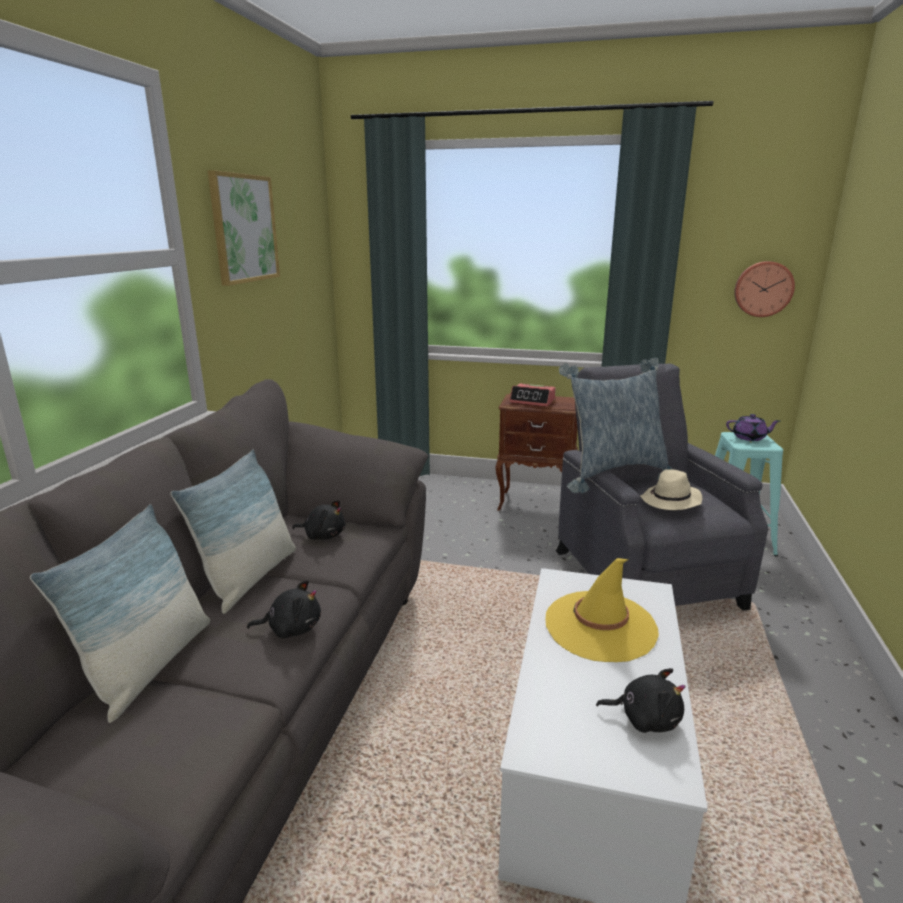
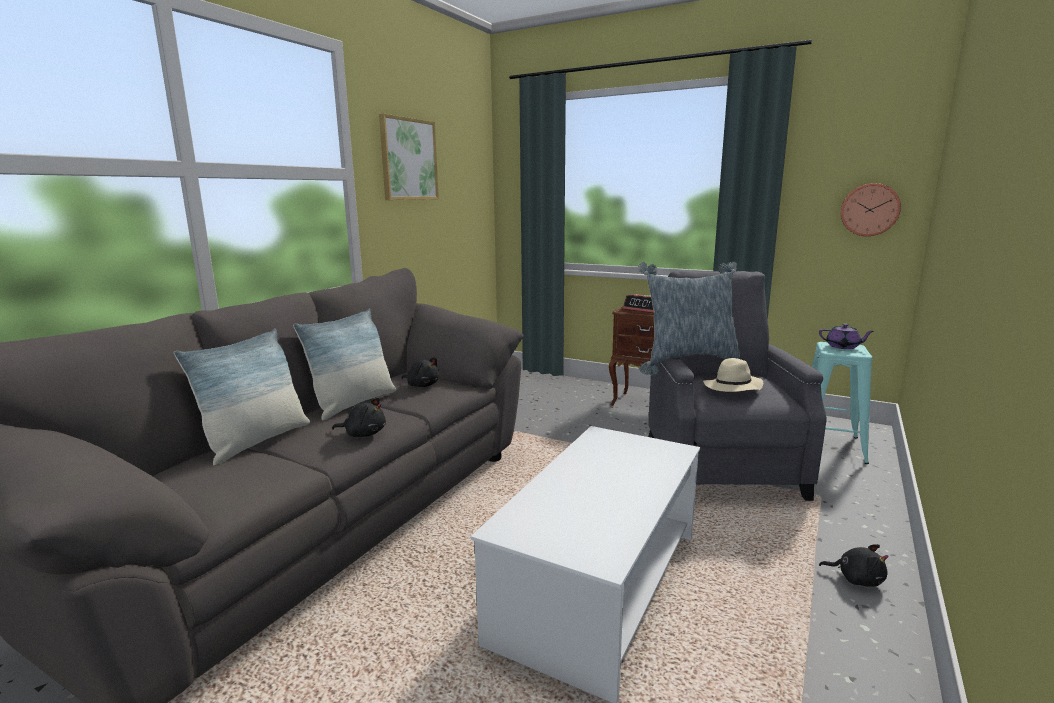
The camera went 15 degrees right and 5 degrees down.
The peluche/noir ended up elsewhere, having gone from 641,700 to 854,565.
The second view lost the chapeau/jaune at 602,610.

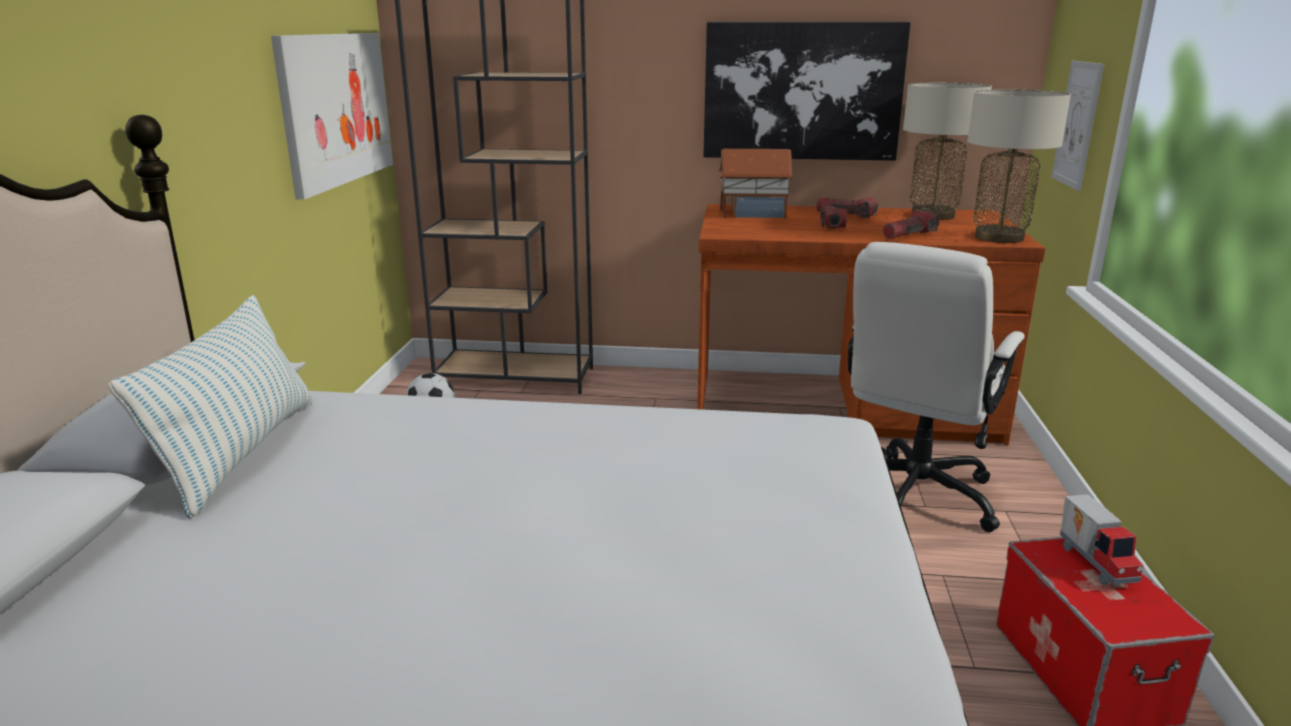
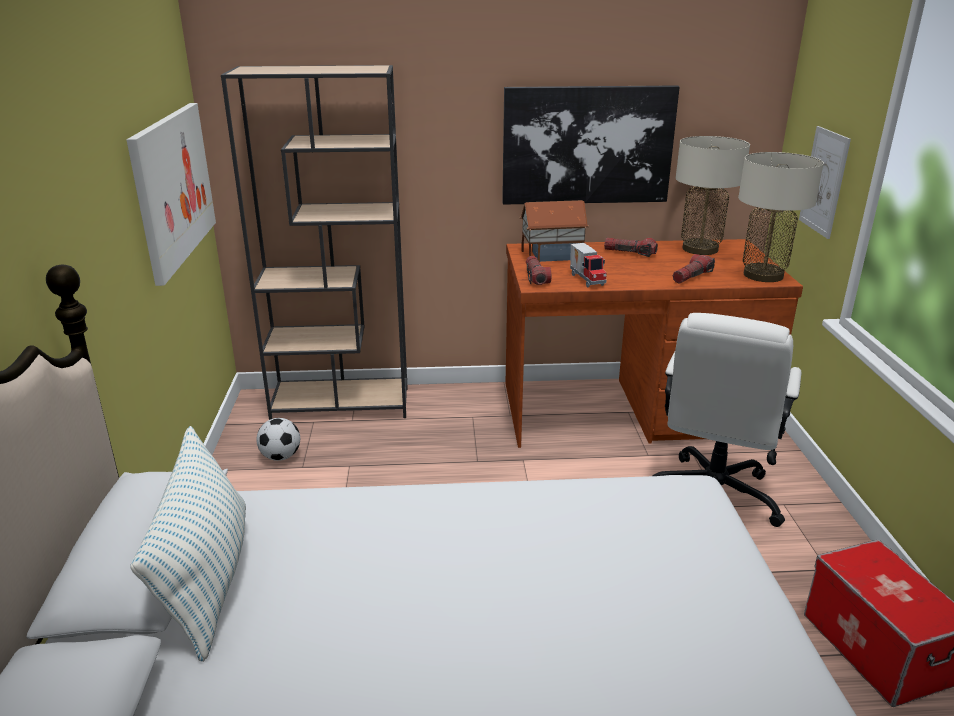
The camera went 10 degrees left and 5 degrees up.
The lampe de poche ended up elsewhere, having gone from 833,216 to 538,270.
The camion jouet ended up elsewhere, having gone from 1101,539 to 588,265.

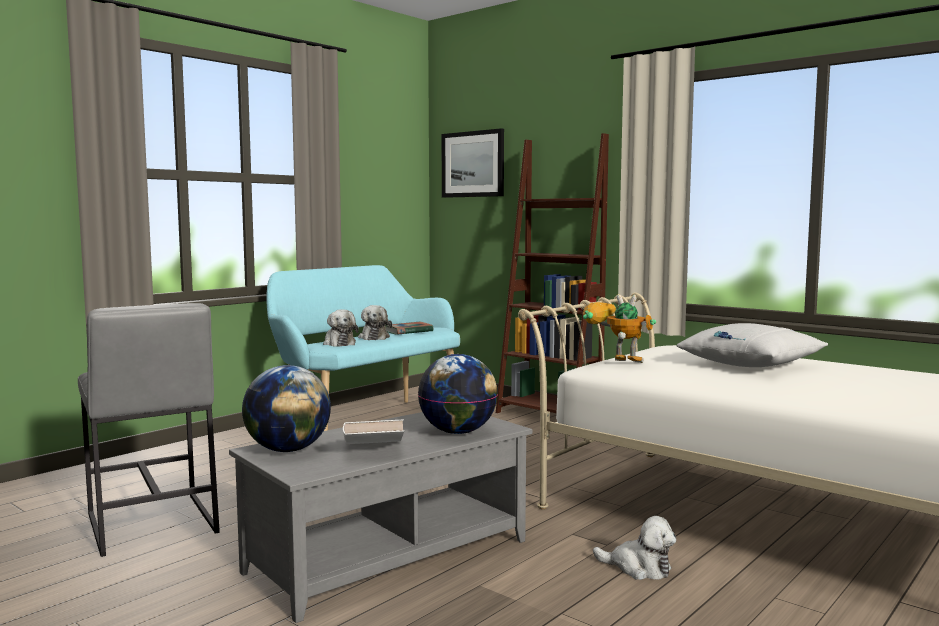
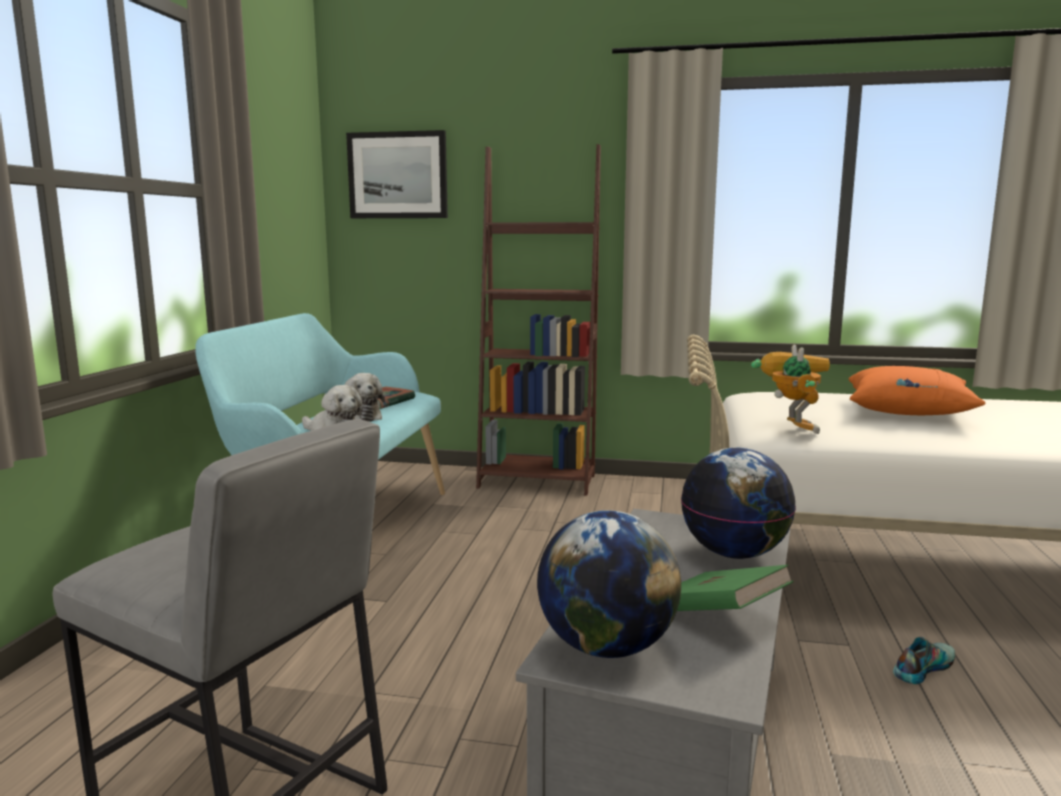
The camera went 30 degrees left and 5 degrees up.
What was the livre/blanc at 373,431 turned into the livre/vert at 735,588.
The robot jouet at 619,328 ended up facing another way, 90 degrees clockwise from before.
What was the coussin/gris at 752,345 turned into the coussin/orange at 917,390.
Where the peluche stood at 634,548, the chaussure came to stand at 924,660.

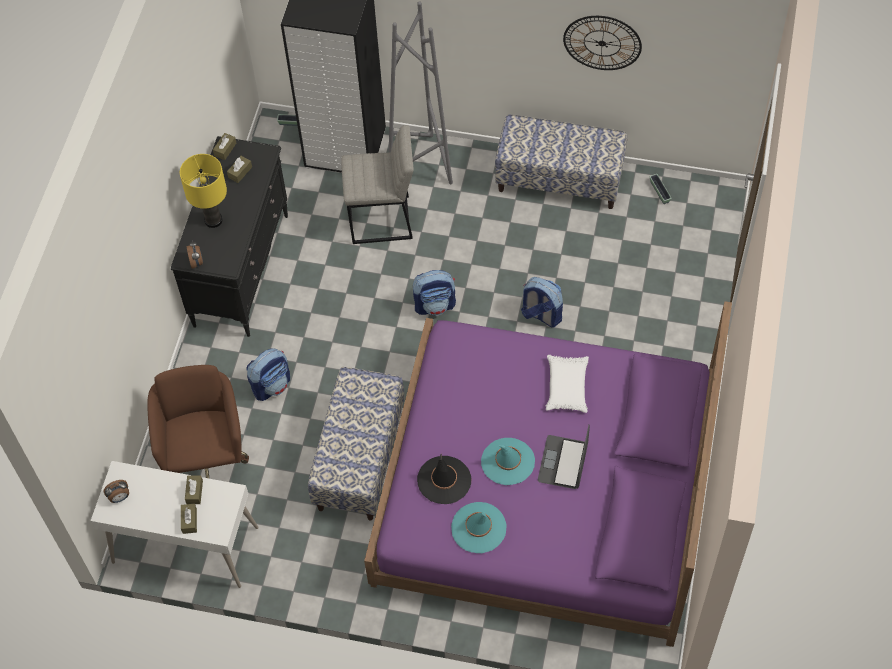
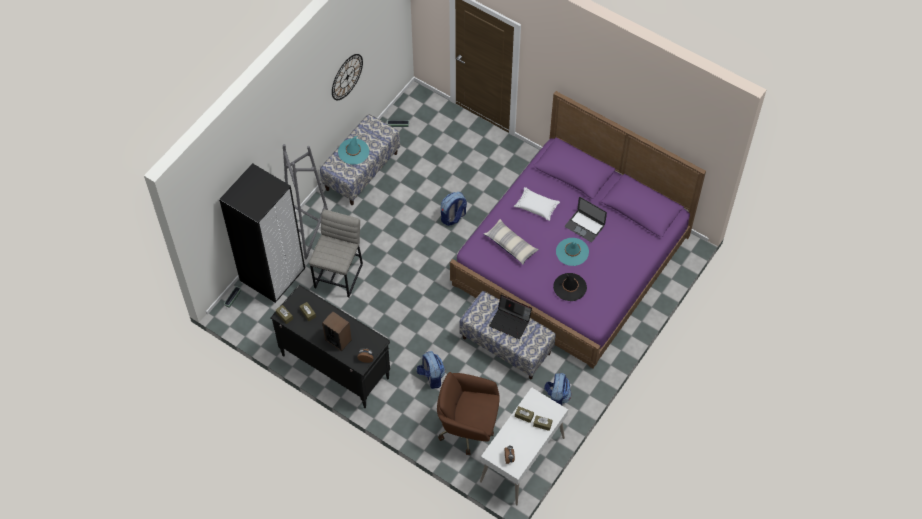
The camera went 70 degrees left and 0 degrees up.
Where the lampe de table/jaune stood at 203,191, the enceinte came to stand at 337,331.
The chapeau/turquoise ended up elsewhere, having gone from 478,527 to 353,150.
The second view gained the coussin at 511,242.
The second view gained the ordinateur portable at 510,317.
The sac à dos ended up elsewhere, having gone from 434,293 to 557,389.

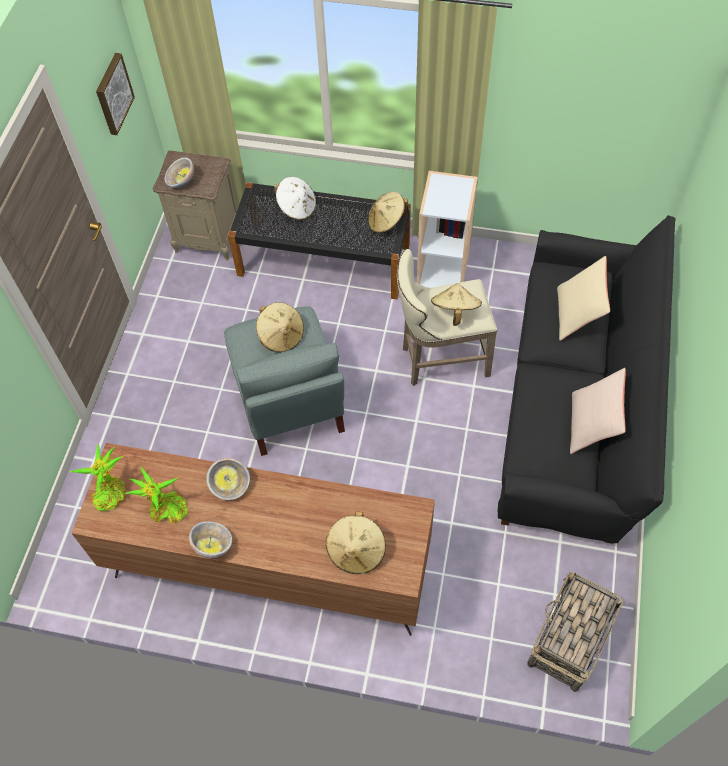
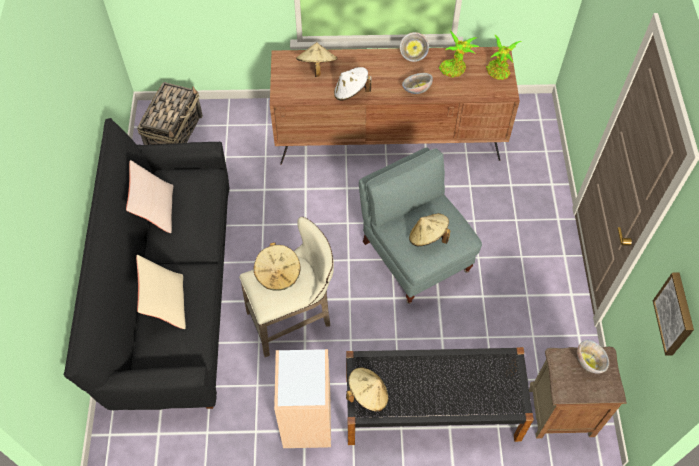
The camera went 165 degrees right and 0 degrees up.
The chapeau/blanc ended up elsewhere, having gone from 295,198 to 353,84.

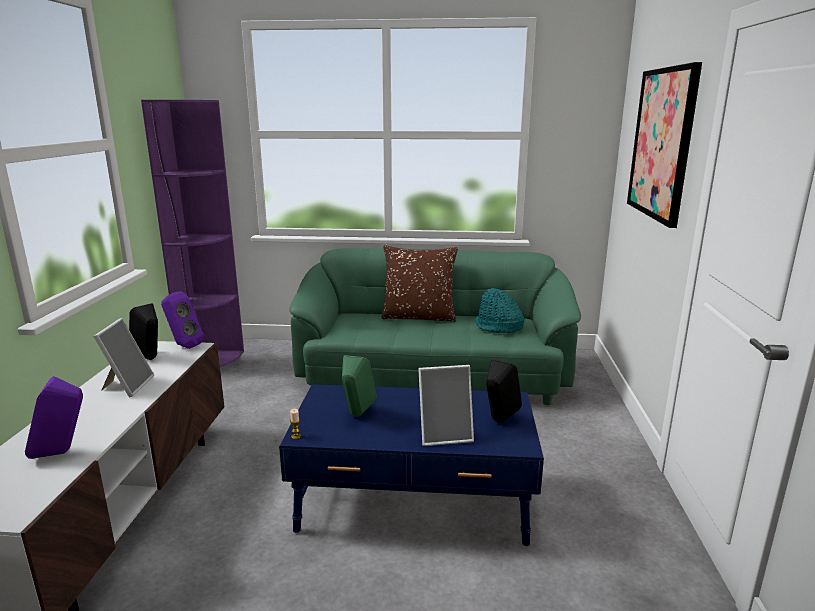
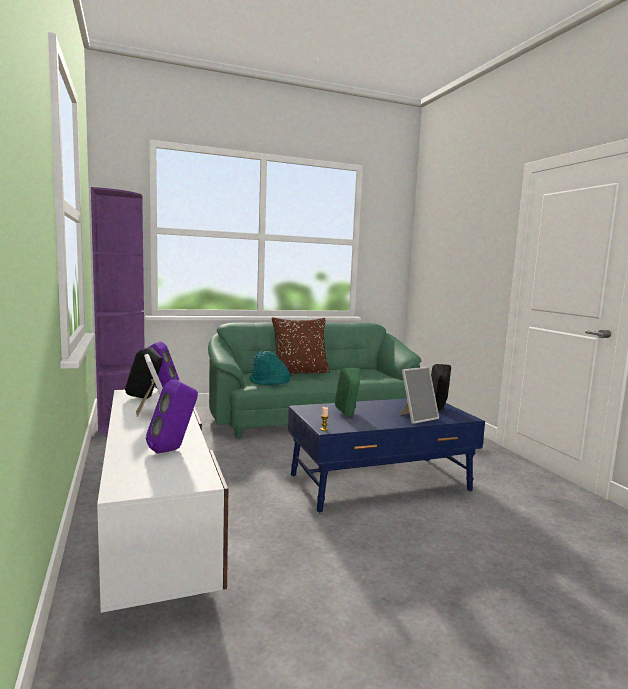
The camera went 25 degrees left and 10 degrees down.
The chapeau/turquoise ended up elsewhere, having gone from 499,310 to 269,368.
The second view lost the tableau at 664,145.

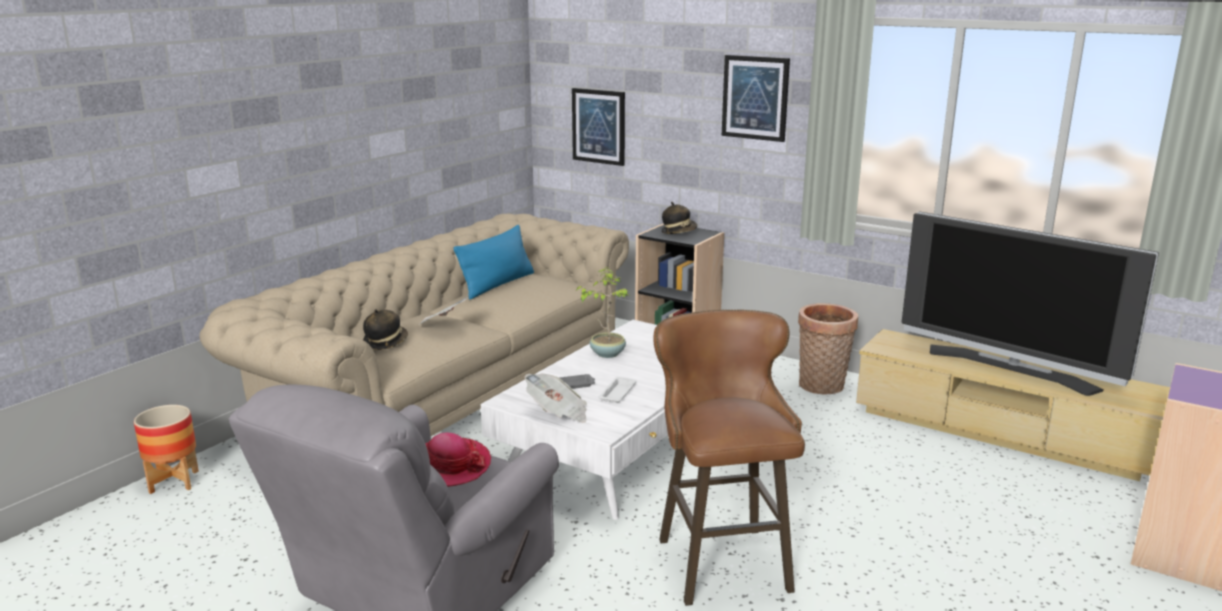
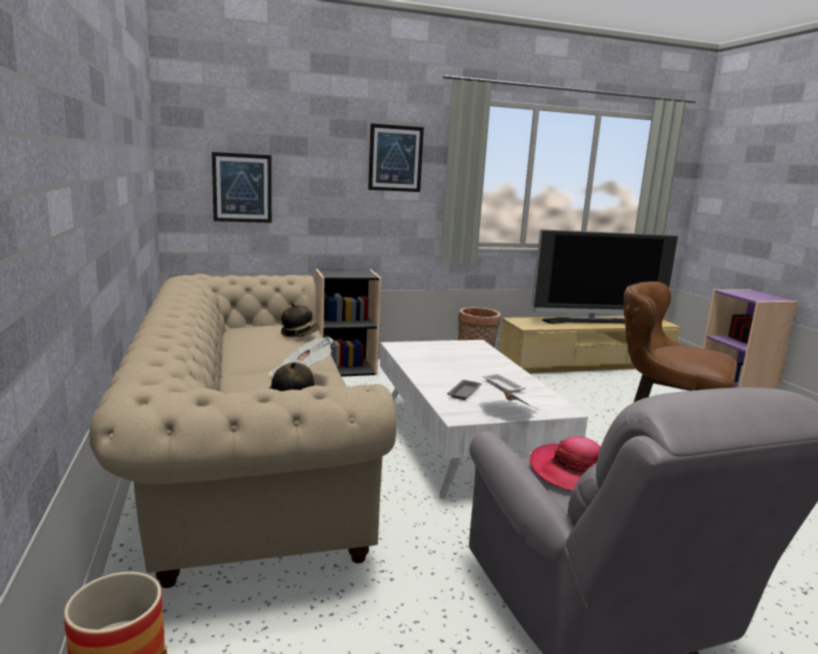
The camera went 50 degrees left and 5 degrees down.
The chapeau ended up elsewhere, having gone from 679,218 to 300,320.
The second view lost the coussin/bleu at 494,262.
The second view lost the plante en pot at 603,312.

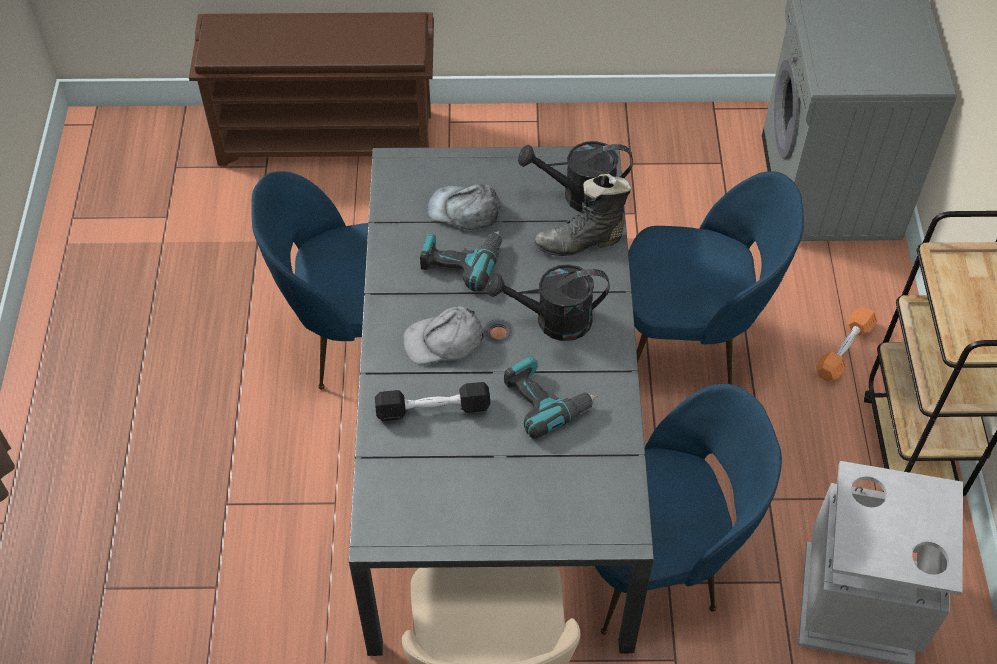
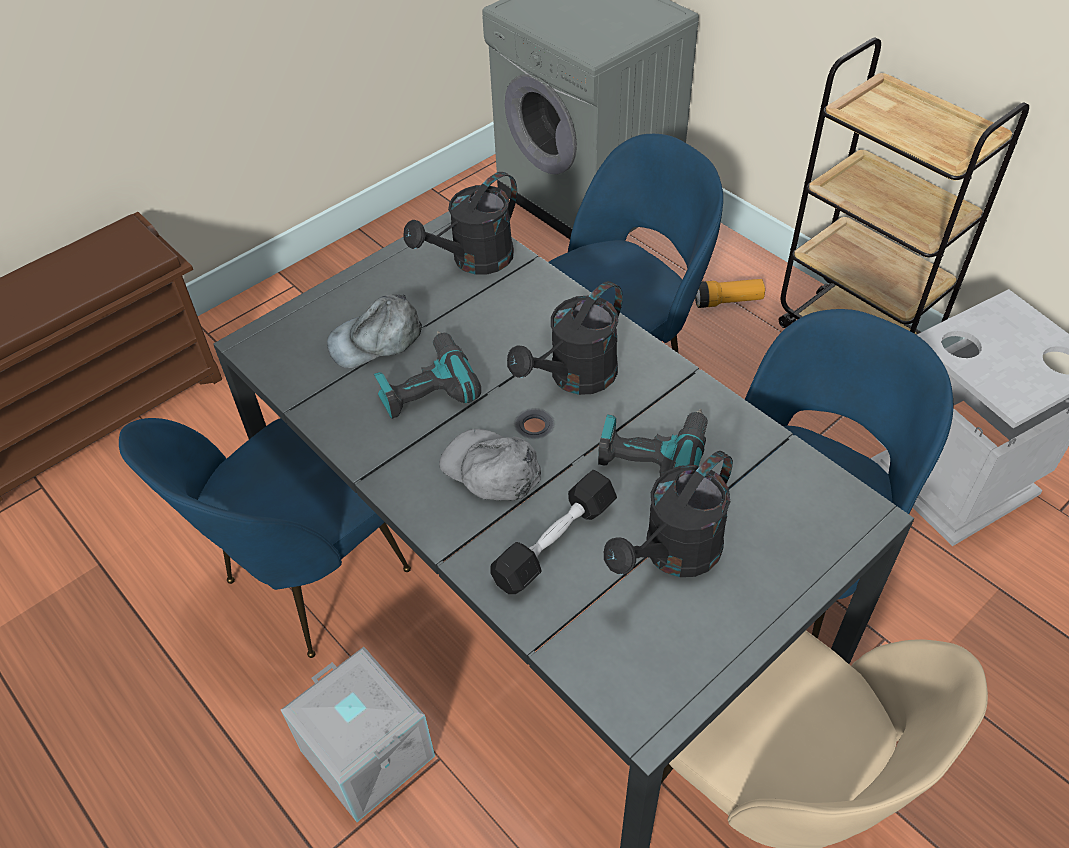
The camera went 40 degrees left and 5 degrees down.
The second view gained the boîte de rangement/gris at 358,734.
The casquette/gris at 443,335 ended up facing another way, 90 degrees clockwise from before.
The second view gained the arrosoir/noir at 668,514.
Where the haltère/orange stood at 846,344, the lampe de poche came to stand at 730,293.
The second view lost the botte/noir at 582,215.

